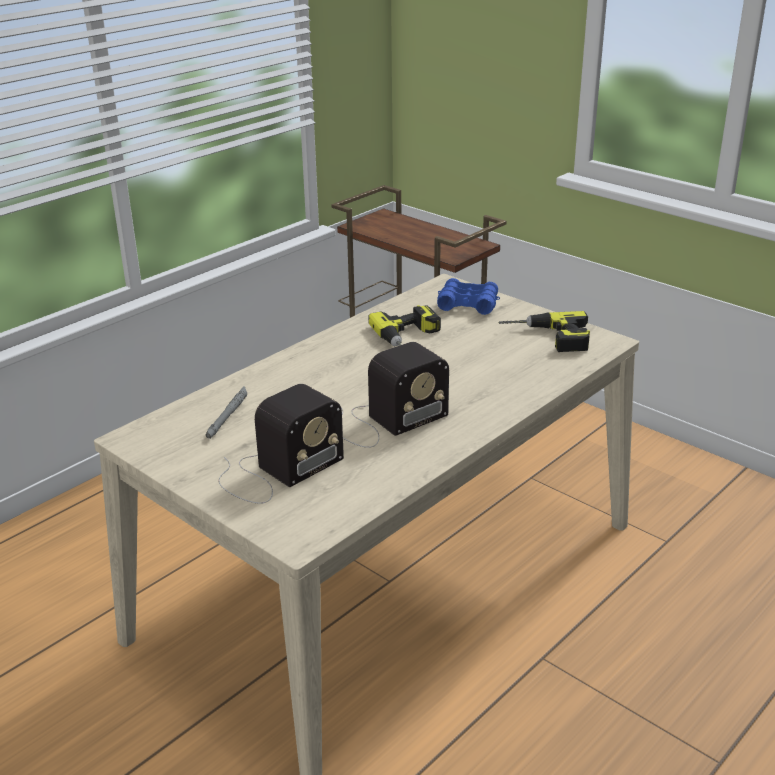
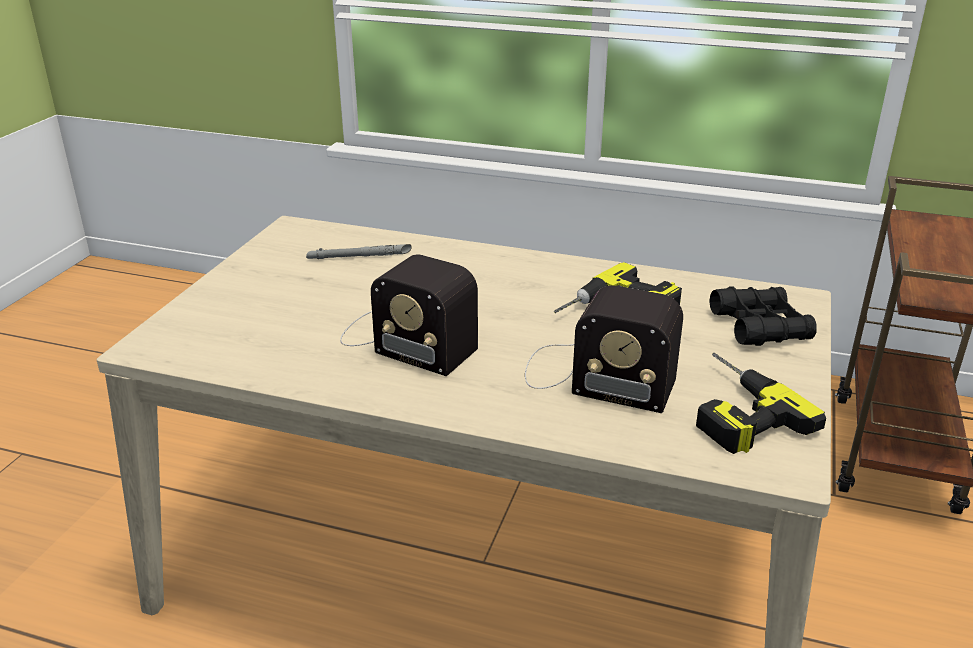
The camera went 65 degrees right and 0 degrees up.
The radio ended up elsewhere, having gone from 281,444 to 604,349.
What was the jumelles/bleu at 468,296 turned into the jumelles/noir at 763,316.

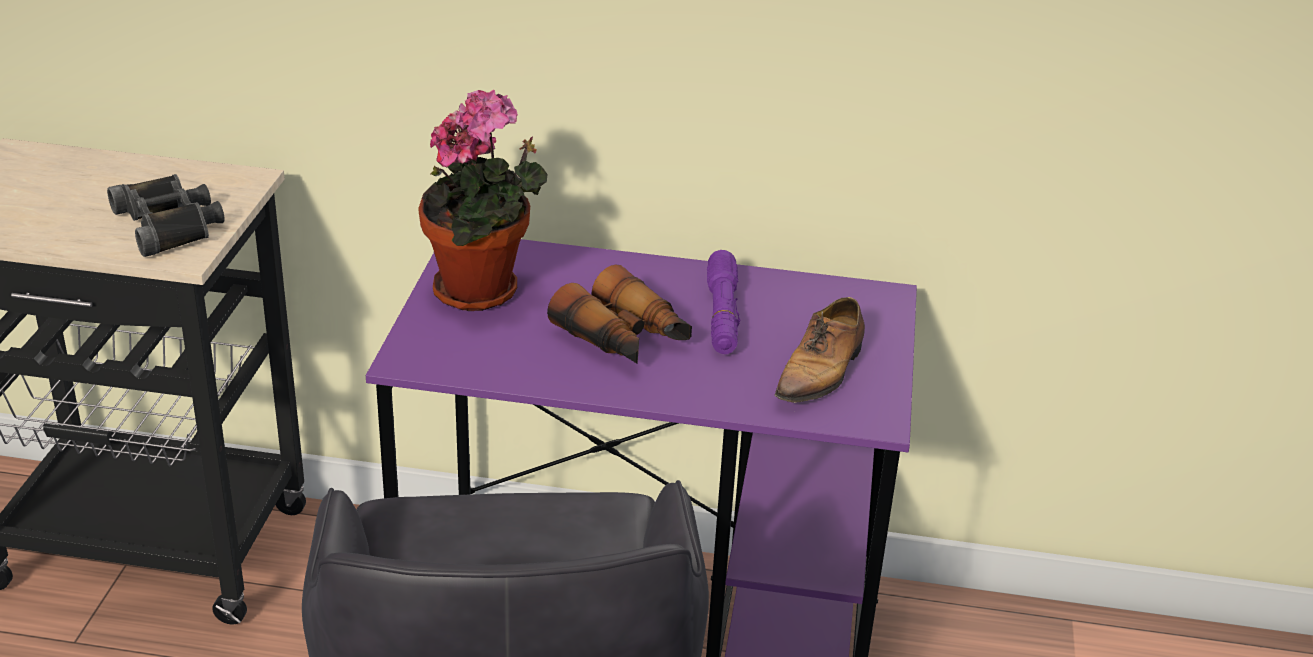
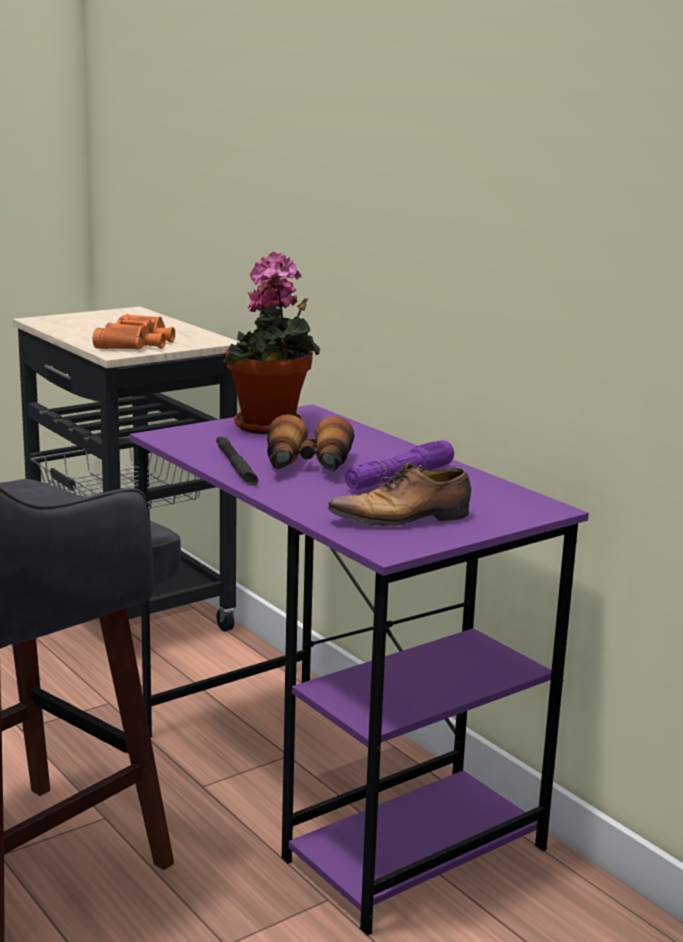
The camera went 45 degrees right and 15 degrees down.
What was the jumelles/noir at 166,215 turned into the jumelles/orange at 133,332.
The second view gained the lampe de poche/noir at 237,460.

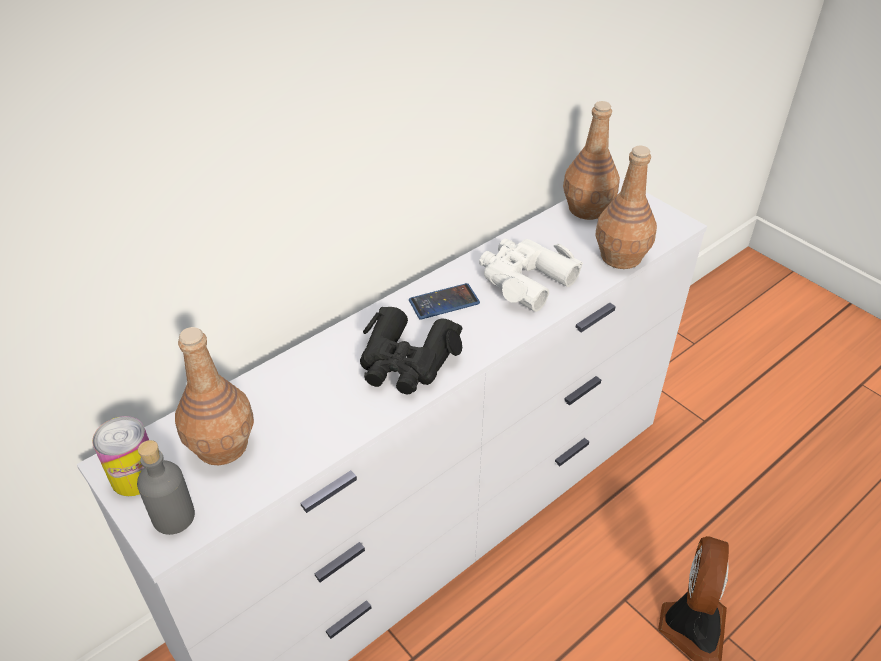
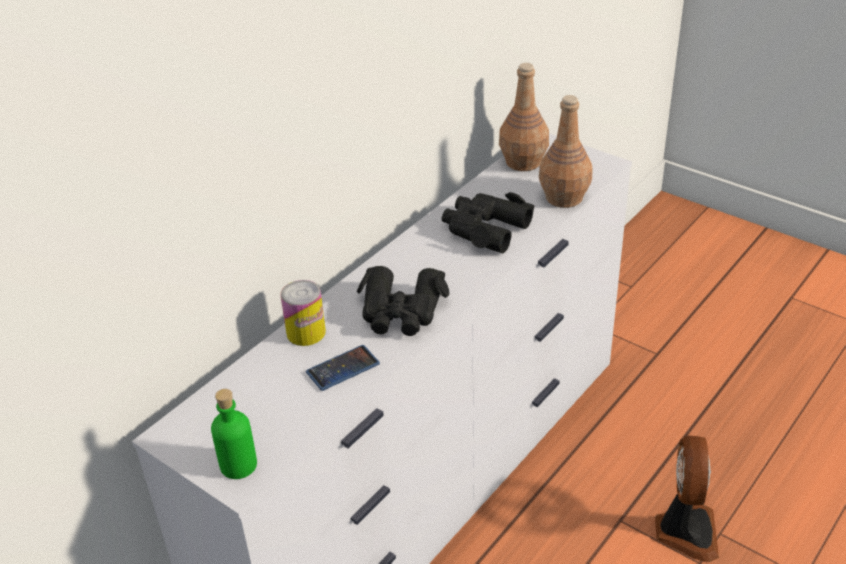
The camera went 10 degrees left and 5 degrees down.
What was the bouteille/gris at 166,487 turned into the bouteille/vert at 234,434.
The boîte métallique ended up elsewhere, having gone from 120,456 to 303,313.
The téléphone ended up elsewhere, having gone from 444,301 to 343,368.
What was the jumelles/blanc at 531,275 turned into the jumelles/noir at 488,222.
The second view lost the bouteille/marron at 214,396.

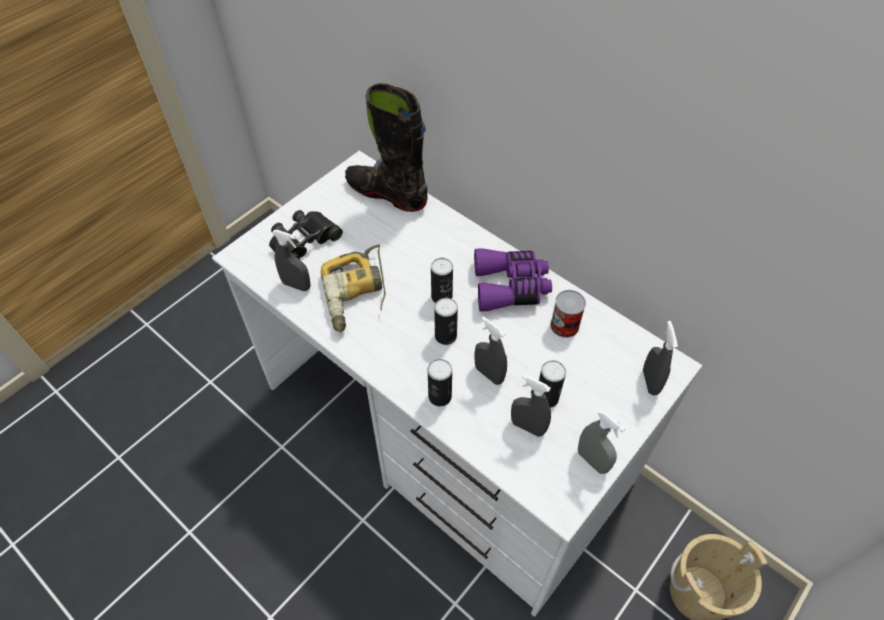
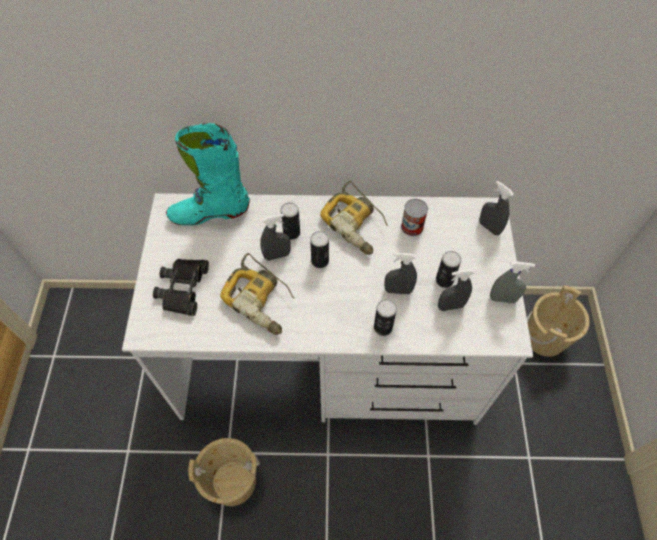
The camera went 40 degrees left and 5 degrees up.
What was the botte/noir at 386,147 turned into the botte/turquoise at 208,174.
The second view gained the seau/beige at 224,472.
The vaporisateur/gris ended up elsewhere, having gone from 291,260 to 275,237.
The boîte métallique ended up elsewhere, having gone from 446,321 to 290,221.
Where the jumelles/violet stood at 513,280, the perceuse came to stand at 354,218.

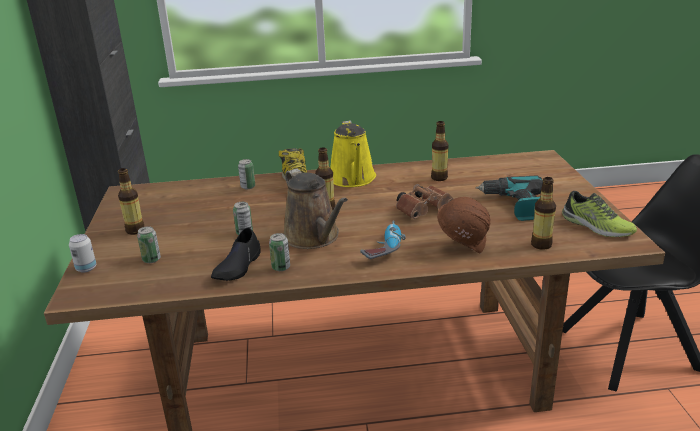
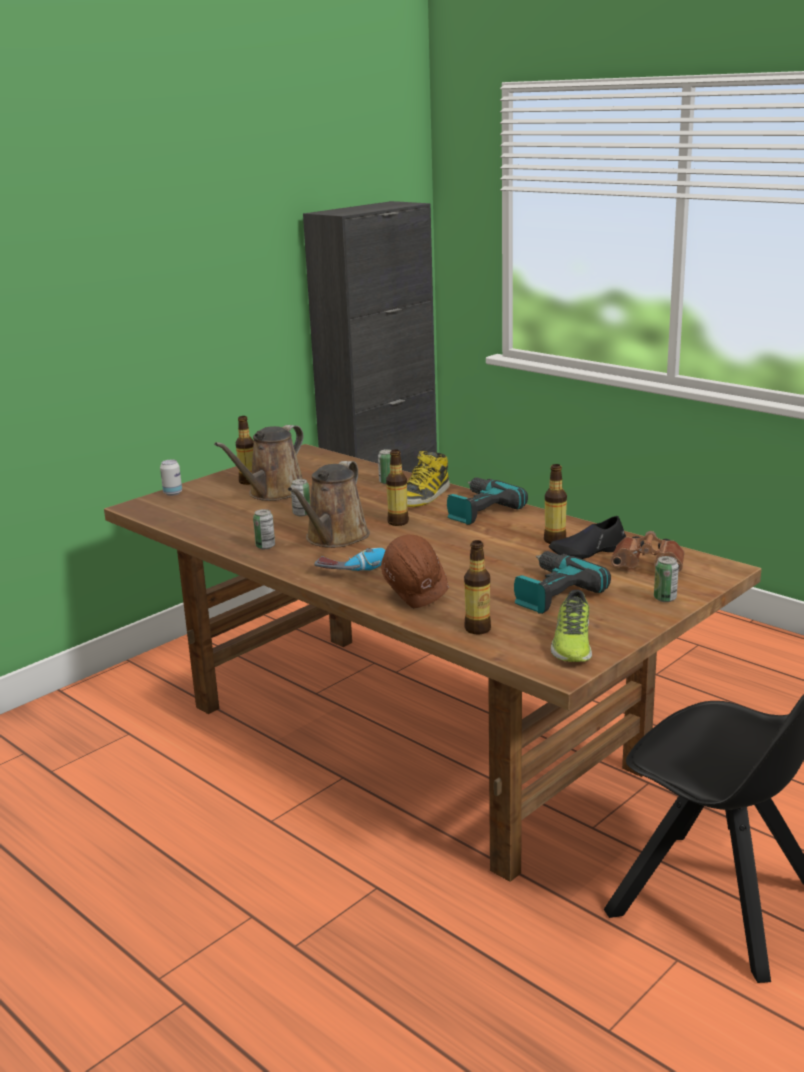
The camera went 50 degrees right and 5 degrees down.
The second view gained the arrosoir/marron at 258,463.
Where the arrosoir/jaune stood at 353,153, the perceuse came to stand at 487,501.
The chaussure/noir ended up elsewhere, having gone from 236,254 to 587,537.
The jumelles/marron ended up elsewhere, having gone from 425,201 to 647,551.
The boîte métallique ended up elsewhere, having gone from 149,244 to 666,579.

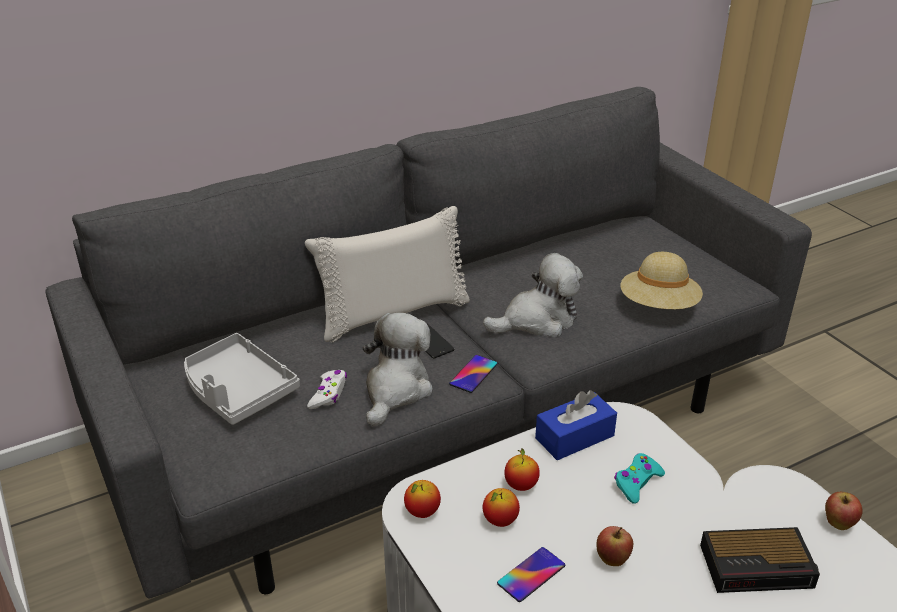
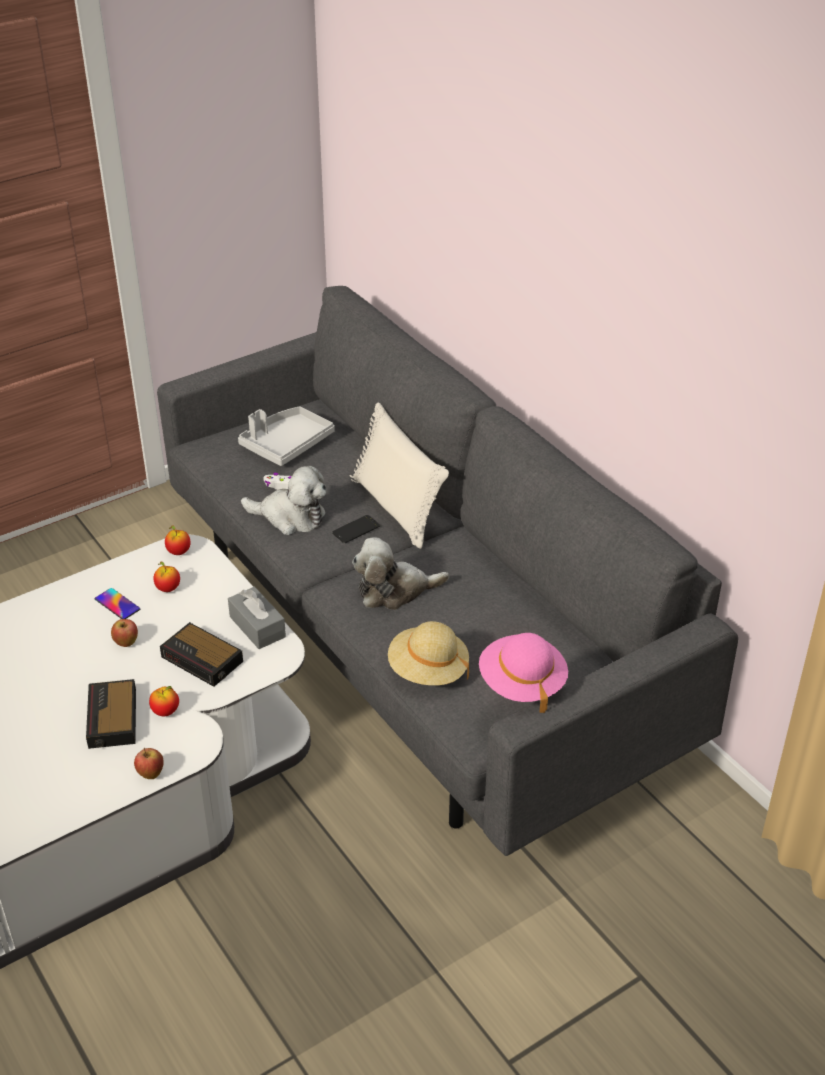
The camera went 85 degrees right and 5 degrees up.
The pomme ended up elsewhere, having gone from 522,470 to 164,701.
Where the manette/turquoise stood at 639,478, the réveil came to stand at 201,654.
What was the boîte à mouchoirs/bleu at 576,425 turned into the boîte à mouchoirs/gris at 257,618.
The peluche at 533,295 ended up facing another way, 105 degrees clockwise from before.
The second view gained the chapeau/rose at 523,673.
The second view lost the téléphone at 473,374.

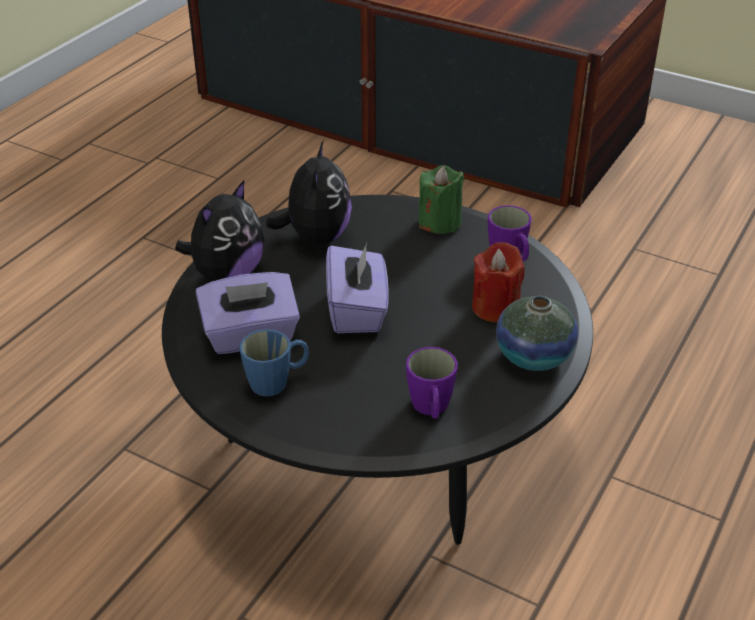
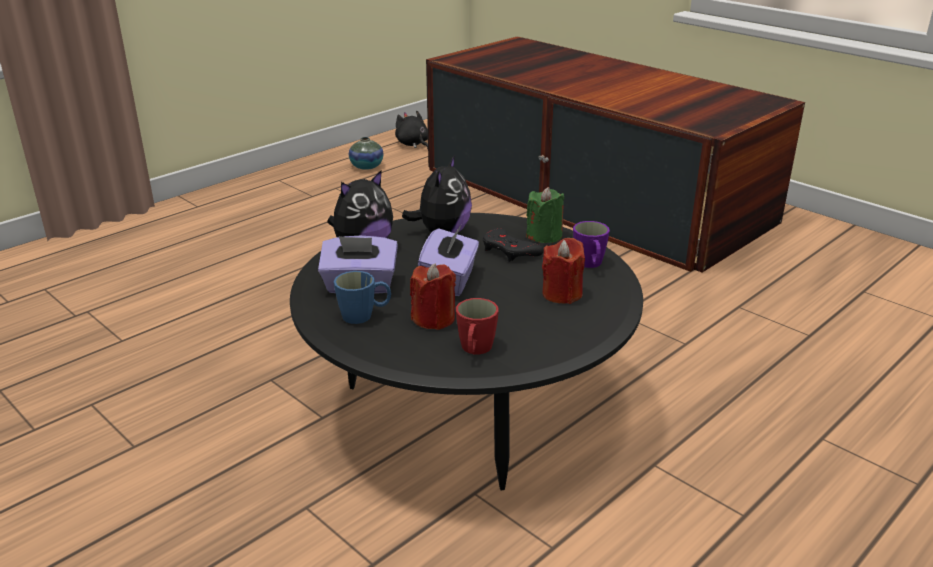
The camera went 15 degrees right and 10 degrees down.
The vase ended up elsewhere, having gone from 537,333 to 366,153.
The second view gained the peluche/noir at 411,130.
The second view gained the bougie/rouge at 433,296.
What was the mug/violet at 432,383 turned into the mug/rouge at 477,326.
The second view gained the manette/noir at 513,245.

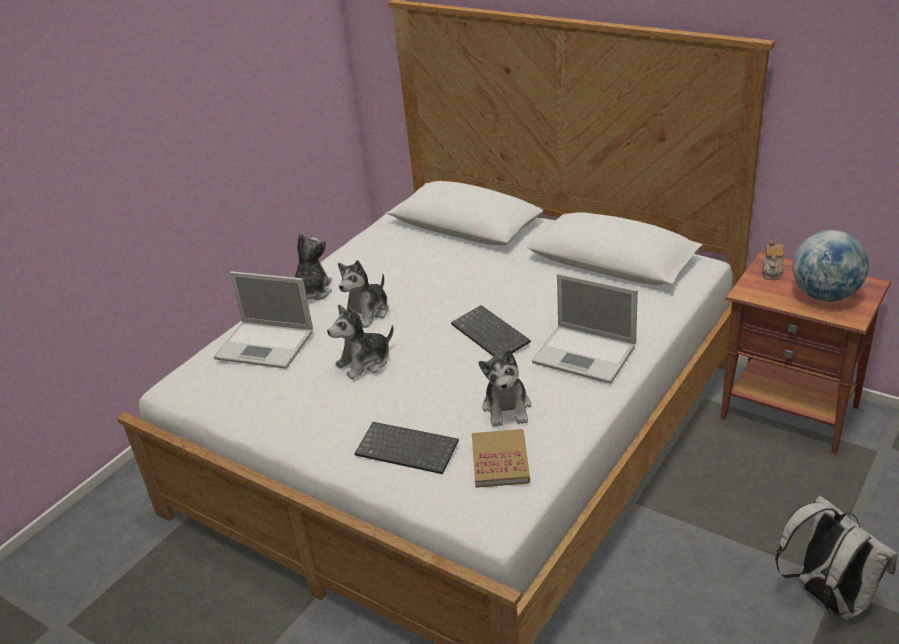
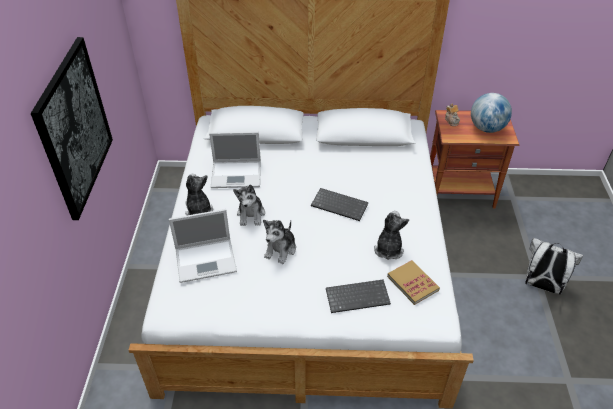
The camera went 35 degrees left and 10 degrees up.
The second view gained the tableau at 72,128.
The ordinateur portable ended up elsewhere, having gone from 585,328 to 235,160.
The peluche at 504,388 ended up facing another way, 135 degrees counterclockwise from before.

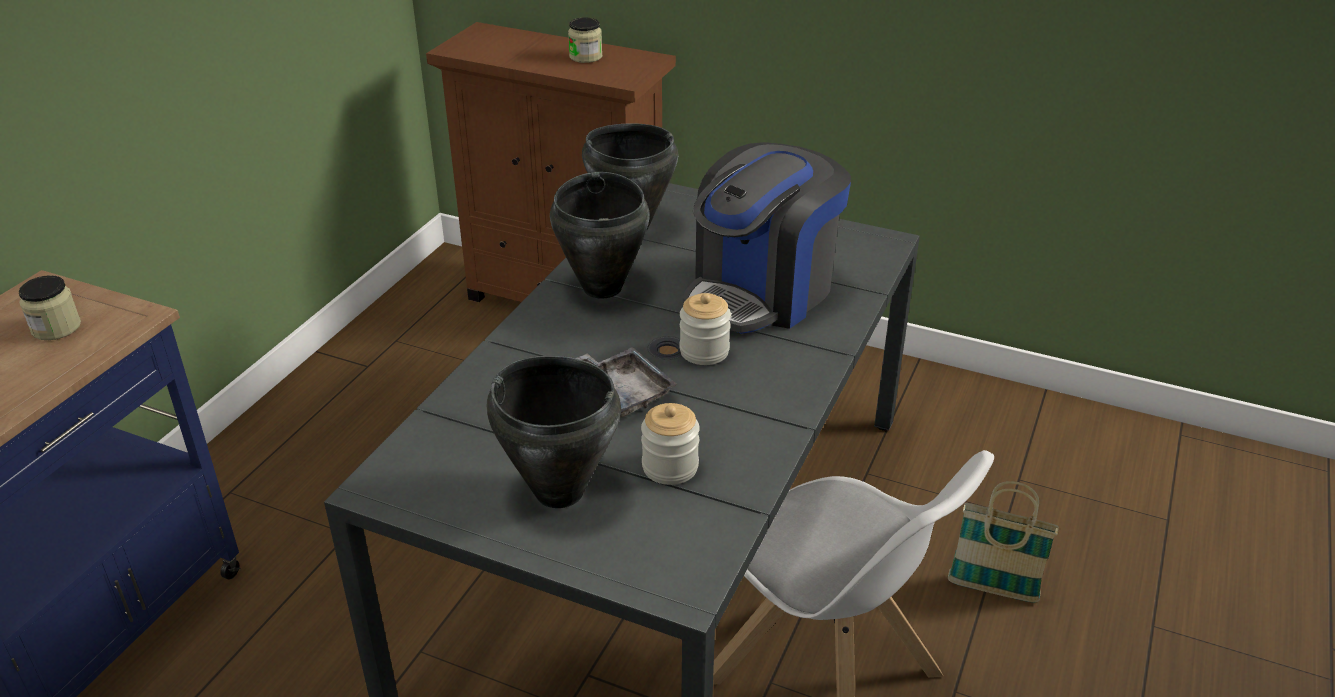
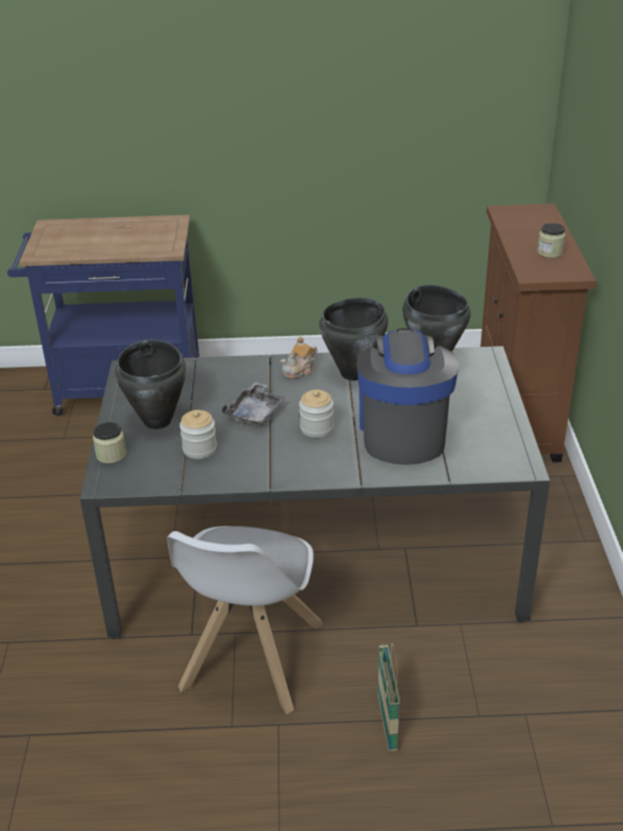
The camera went 65 degrees right and 0 degrees up.
The bocal ended up elsewhere, having gone from 49,307 to 109,443.
The second view gained the théière at 298,358.
The machine à café at 767,238 ended up facing another way, 75 degrees clockwise from before.

